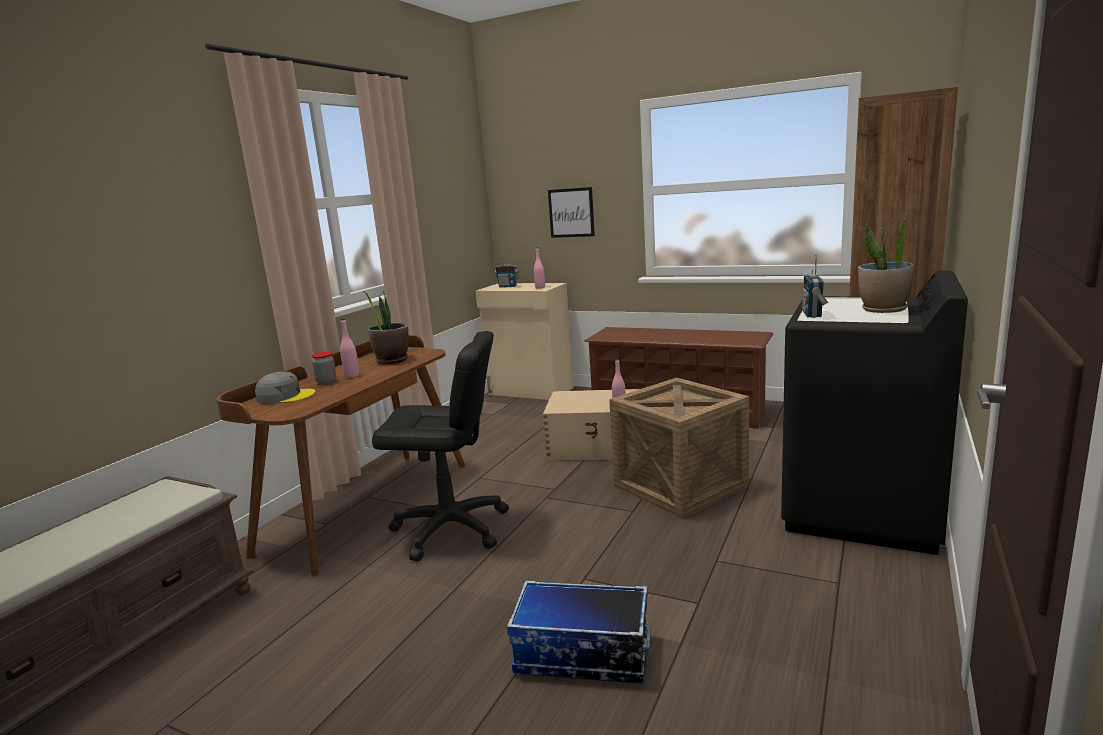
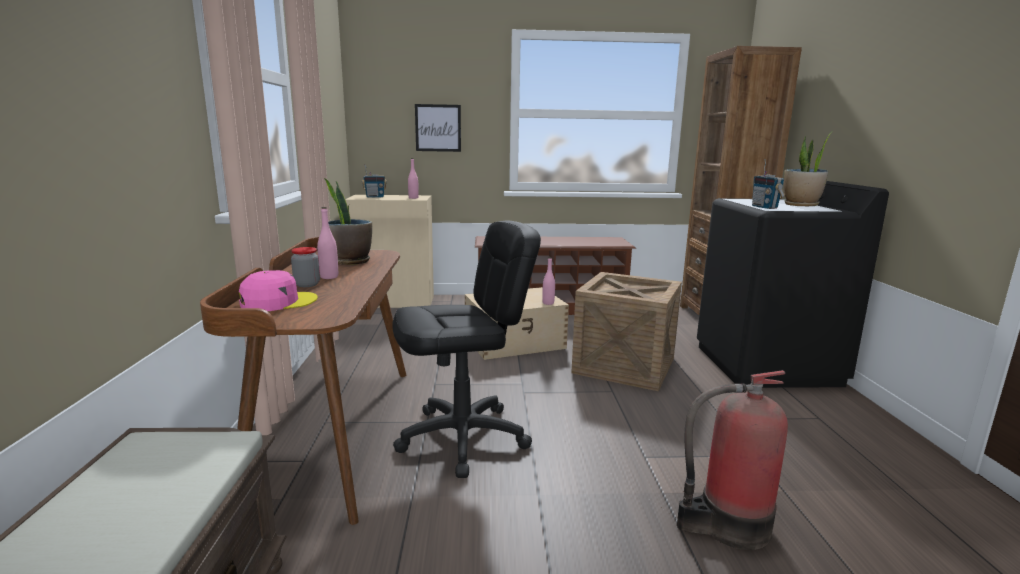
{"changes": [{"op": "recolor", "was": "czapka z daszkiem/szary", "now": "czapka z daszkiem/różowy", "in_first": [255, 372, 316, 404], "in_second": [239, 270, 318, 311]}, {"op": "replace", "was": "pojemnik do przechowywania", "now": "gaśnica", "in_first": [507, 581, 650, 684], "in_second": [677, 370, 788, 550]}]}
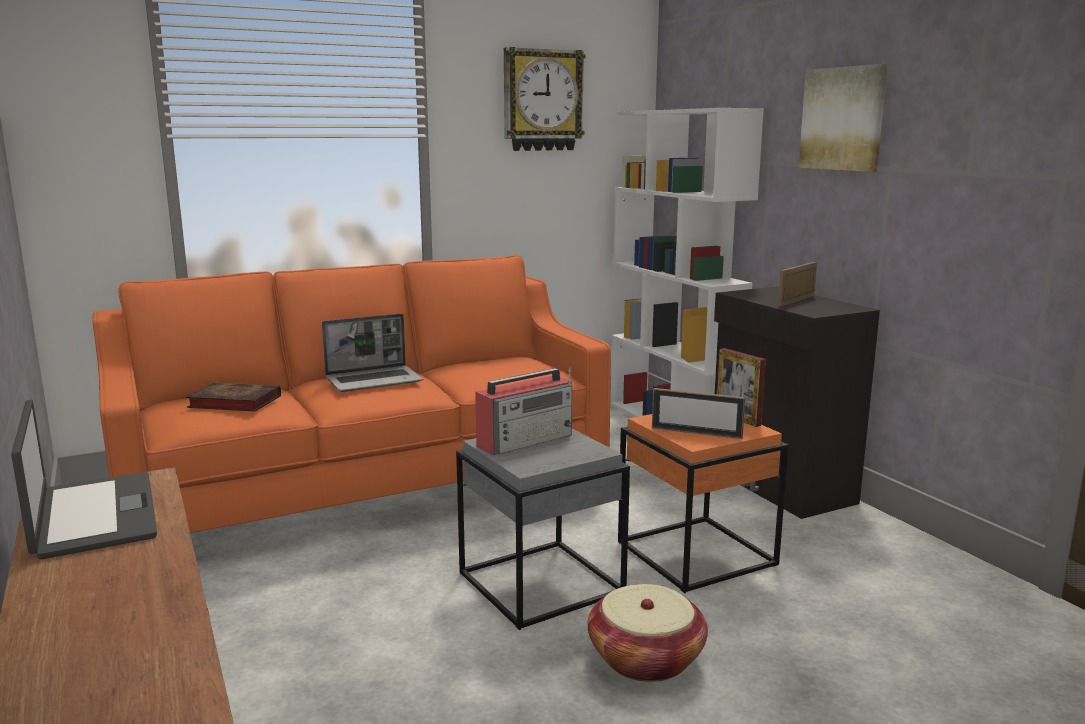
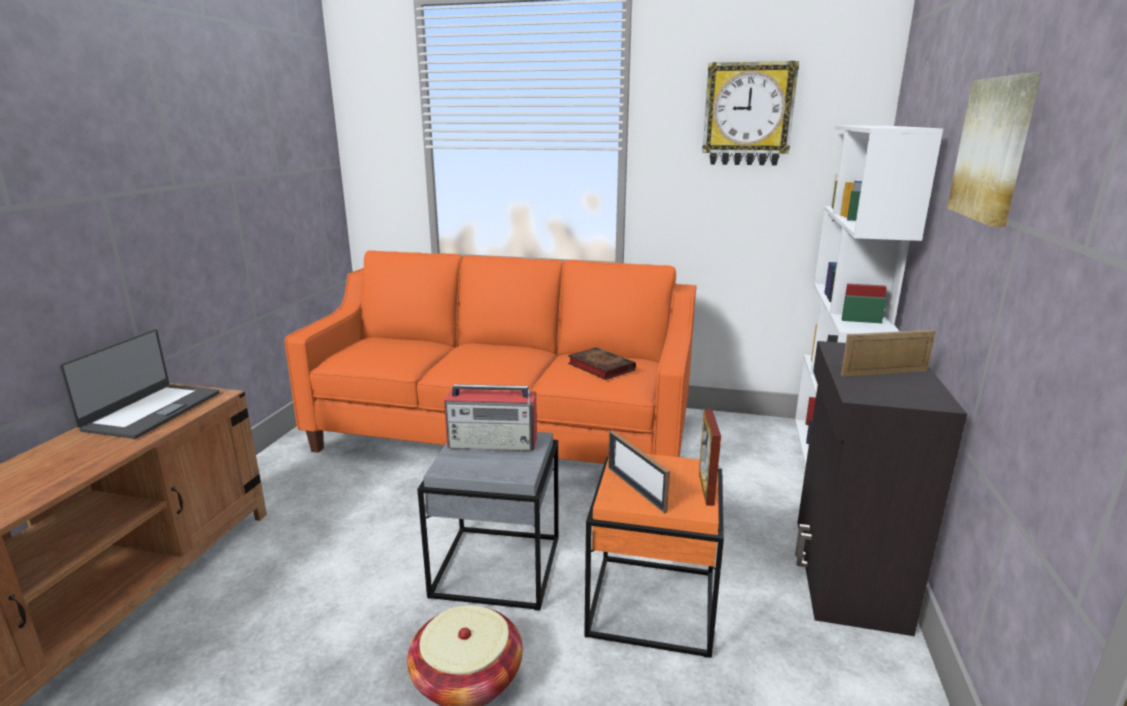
{"changes": [{"op": "move", "was": "książka", "in_first": [186, 383, 281, 412], "in_second": [568, 347, 636, 380]}, {"op": "delete", "was": "laptop", "in_first": [322, 314, 423, 392]}]}
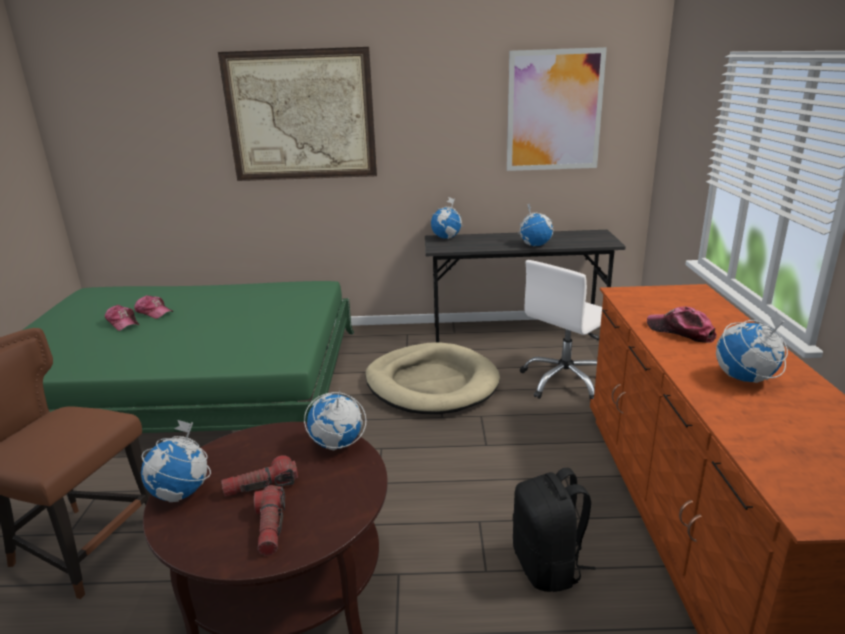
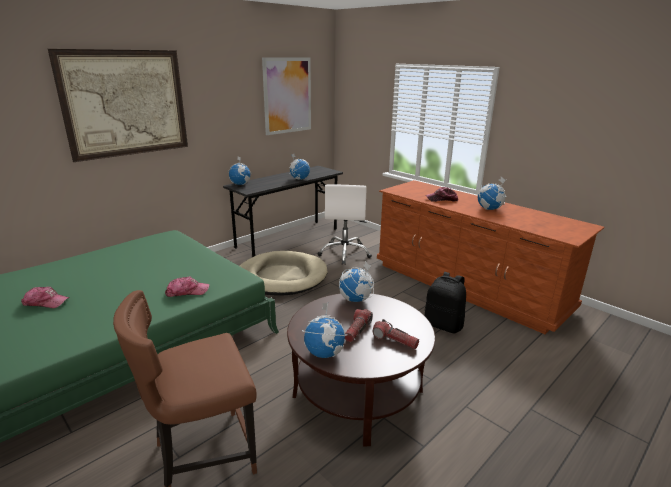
{"changes": [{"op": "move", "was": "czapka z daszkiem", "in_first": [134, 295, 174, 319], "in_second": [165, 276, 209, 297]}]}
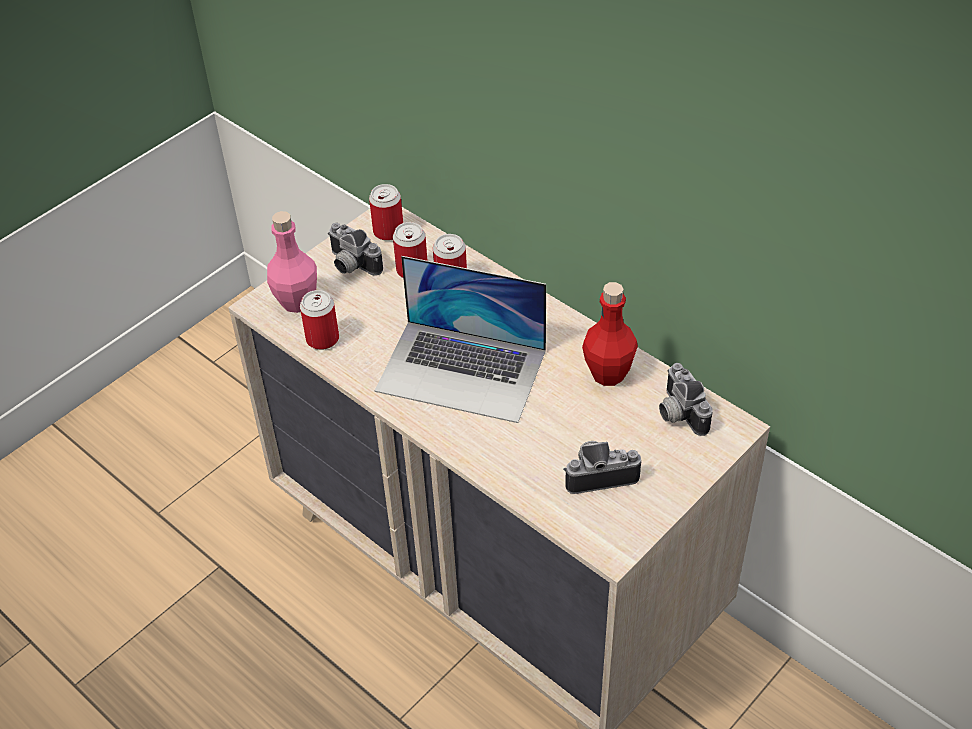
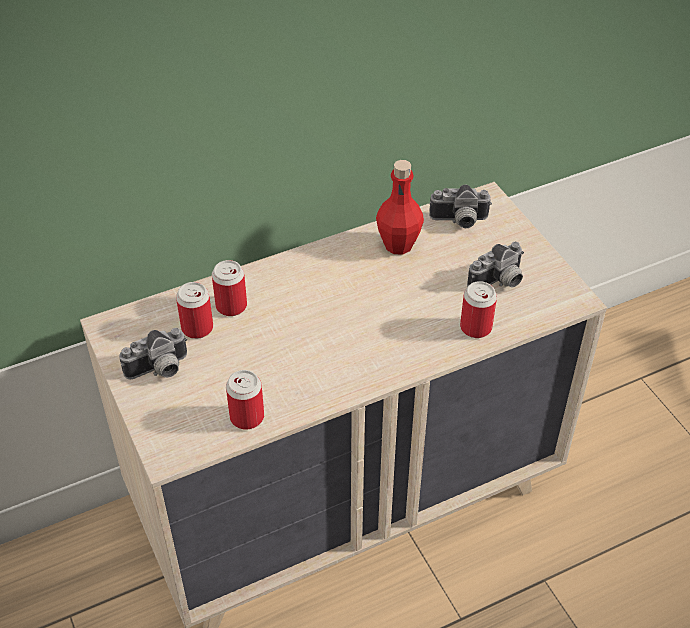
{"changes": [{"op": "delete", "was": "butelka/różowy", "in_first": [267, 211, 317, 313]}, {"op": "move", "was": "puszka", "in_first": [369, 184, 403, 241], "in_second": [460, 281, 497, 338]}, {"op": "delete", "was": "laptop", "in_first": [375, 256, 546, 423]}, {"op": "rotate", "was": "aparat fotograficzny", "in_first": [563, 441, 641, 494], "in_second": [467, 242, 524, 288], "clockwise": -135}]}
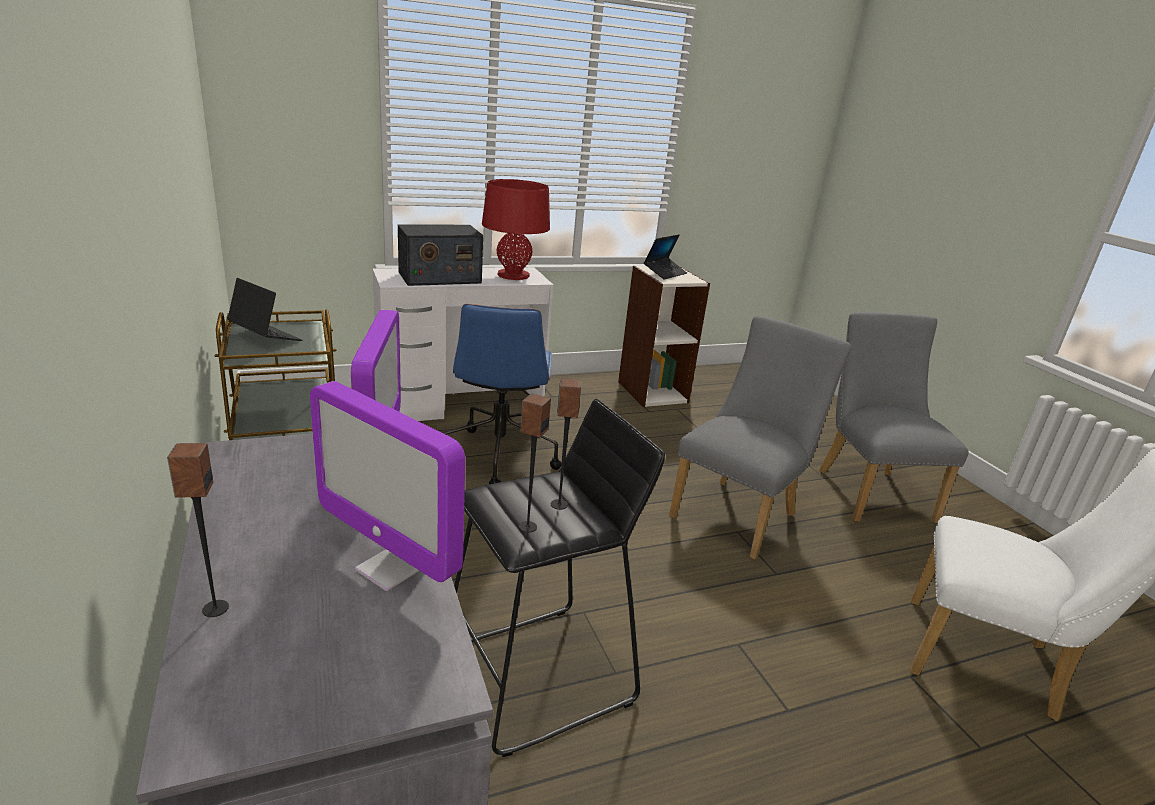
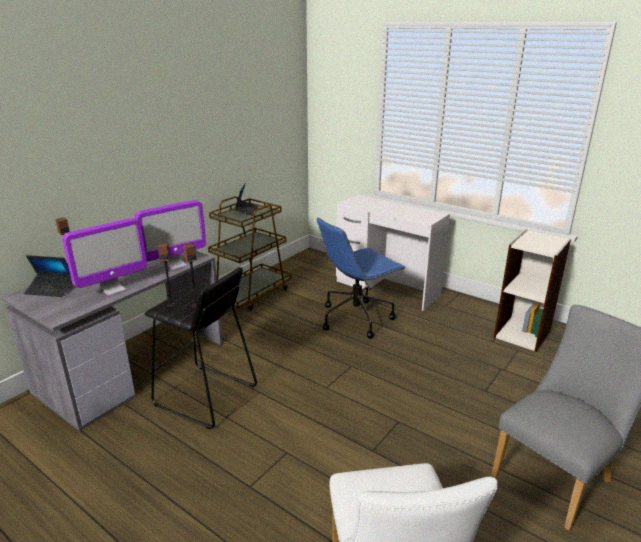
{"changes": [{"op": "rotate", "was": "monitor", "in_first": [310, 381, 465, 591], "in_second": [62, 218, 147, 296], "clockwise": -135}, {"op": "delete", "was": "radio", "in_first": [398, 224, 483, 286]}, {"op": "delete", "was": "lampa stołowa/czerwony", "in_first": [482, 179, 550, 280]}, {"op": "move", "was": "laptop", "in_first": [644, 234, 687, 280], "in_second": [24, 255, 72, 297]}, {"op": "delete", "was": "krzesło/szary", "in_first": [669, 316, 851, 559]}]}
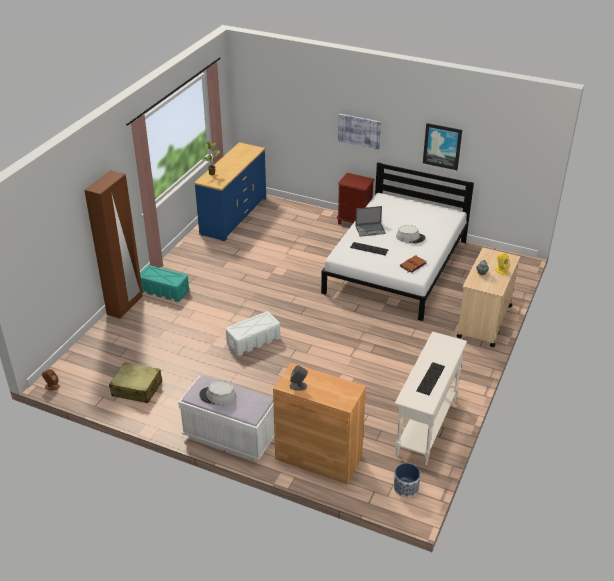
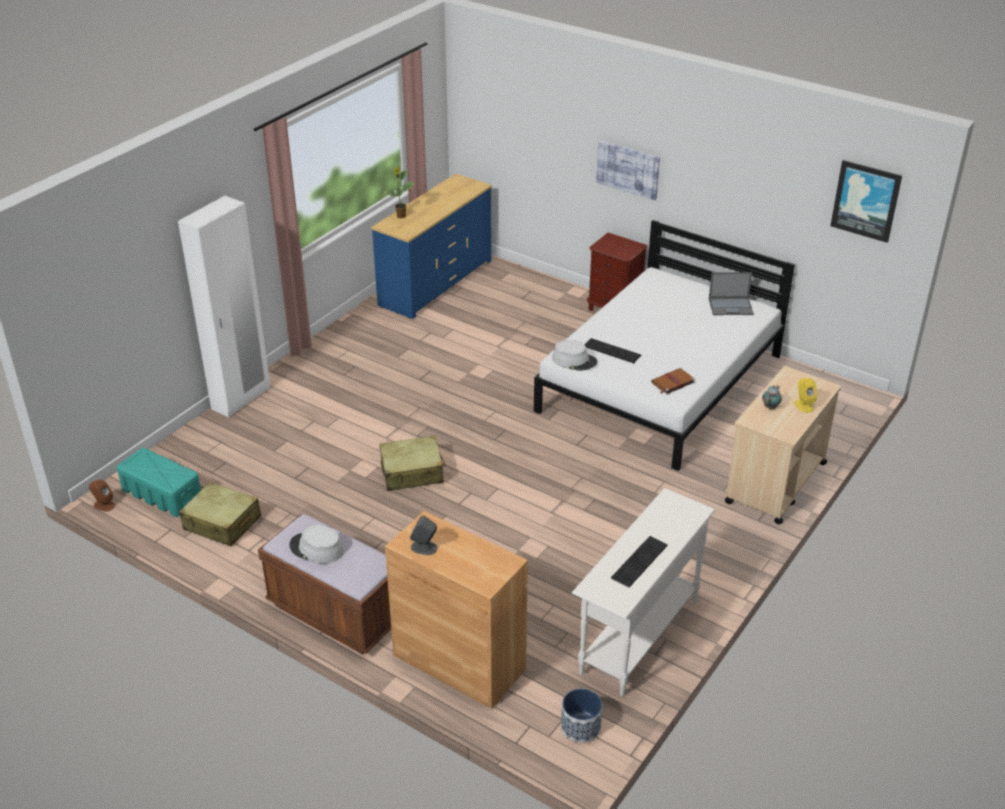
{"changes": [{"op": "recolor", "was": "szafa/brązowy", "now": "szafa/biały", "in_first": [84, 170, 143, 319], "in_second": [178, 196, 270, 418]}, {"op": "move", "was": "pojemnik do przechowywania/turkusowy", "in_first": [140, 265, 189, 302], "in_second": [117, 448, 201, 517]}, {"op": "recolor", "was": "ławka/biały", "now": "ławka/brązowy", "in_first": [178, 375, 275, 461], "in_second": [258, 514, 391, 654]}, {"op": "replace", "was": "pojemnik do przechowywania/biały", "now": "walizka/beżowy", "in_first": [226, 311, 280, 356], "in_second": [380, 435, 446, 491]}, {"op": "move", "was": "laptop", "in_first": [355, 206, 386, 237], "in_second": [709, 272, 754, 315]}, {"op": "move", "was": "kapelusz/szary", "in_first": [396, 225, 425, 243], "in_second": [552, 340, 597, 371]}, {"op": "move", "was": "obraz", "in_first": [423, 123, 462, 170], "in_second": [830, 160, 902, 243]}]}
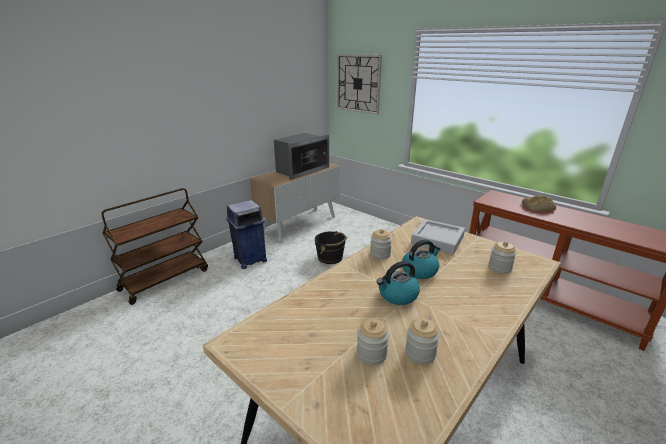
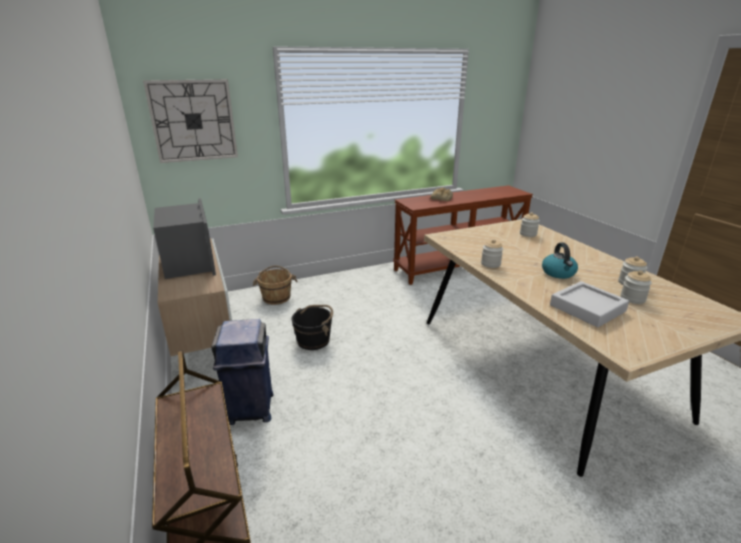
{"changes": [{"op": "delete", "was": "czajnik", "in_first": [402, 239, 441, 279]}, {"op": "move", "was": "taca/szary", "in_first": [411, 219, 465, 255], "in_second": [550, 281, 629, 327]}, {"op": "insert", "now": "wiadro/brązowy", "in_second": [253, 265, 298, 304]}]}
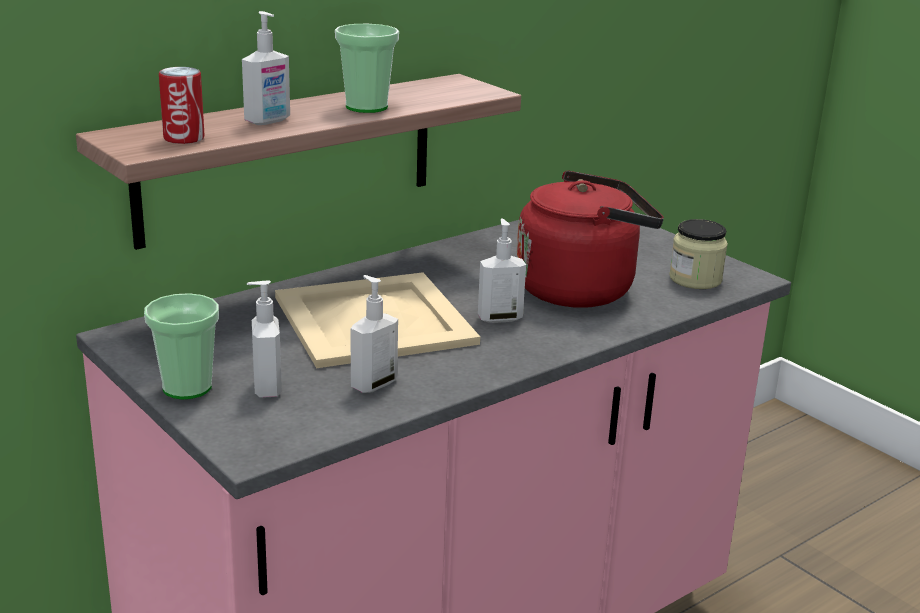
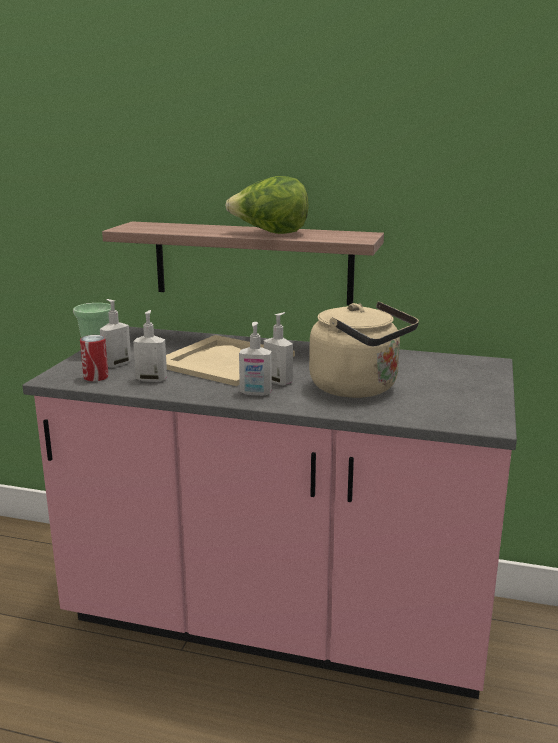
{"changes": [{"op": "move", "was": "puszka", "in_first": [159, 67, 205, 144], "in_second": [80, 335, 109, 381]}, {"op": "move", "was": "dozownik mydła", "in_first": [242, 11, 290, 125], "in_second": [239, 322, 272, 396]}, {"op": "replace", "was": "filiżanka", "now": "sałata", "in_first": [335, 24, 399, 113], "in_second": [225, 176, 309, 234]}, {"op": "recolor", "was": "czajnik/czerwony", "now": "czajnik/beżowy", "in_first": [516, 171, 664, 308], "in_second": [309, 302, 419, 398]}, {"op": "delete", "was": "słoik", "in_first": [669, 219, 728, 289]}]}
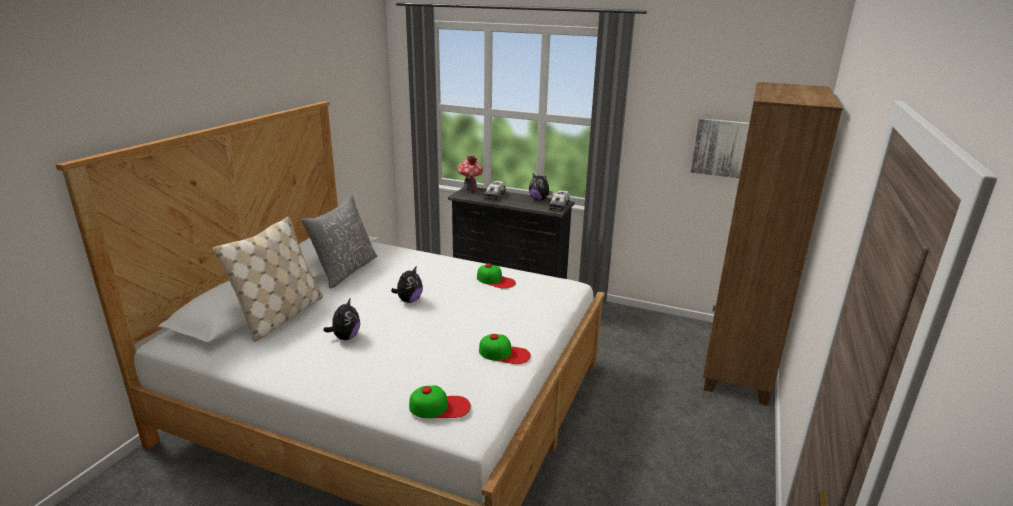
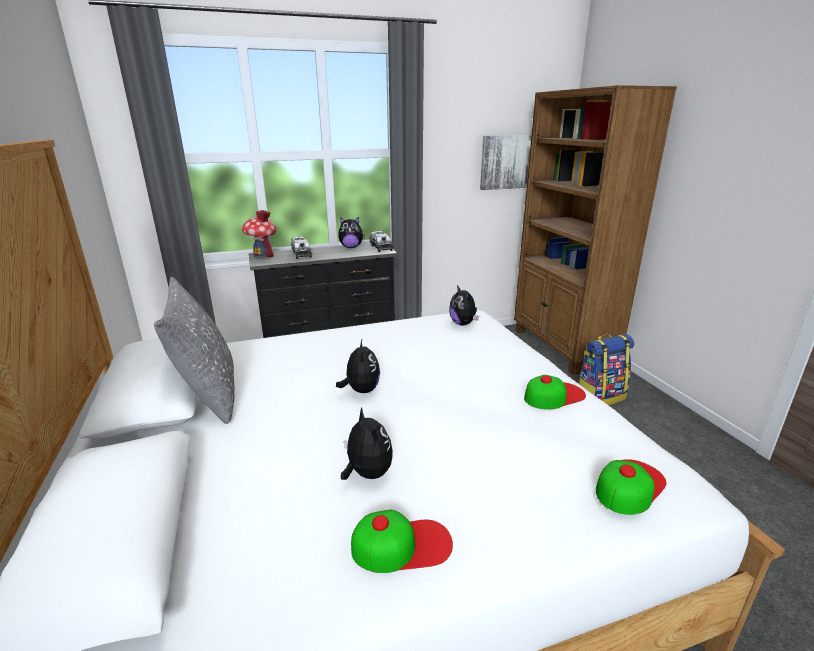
{"changes": [{"op": "delete", "was": "poduszka/beżowy", "in_first": [213, 217, 323, 342]}, {"op": "move", "was": "czapka z daszkiem", "in_first": [477, 264, 516, 289], "in_second": [351, 509, 453, 573]}, {"op": "insert", "now": "pluszak", "in_second": [449, 285, 479, 326]}, {"op": "insert", "now": "plecak", "in_second": [579, 334, 634, 405]}]}
